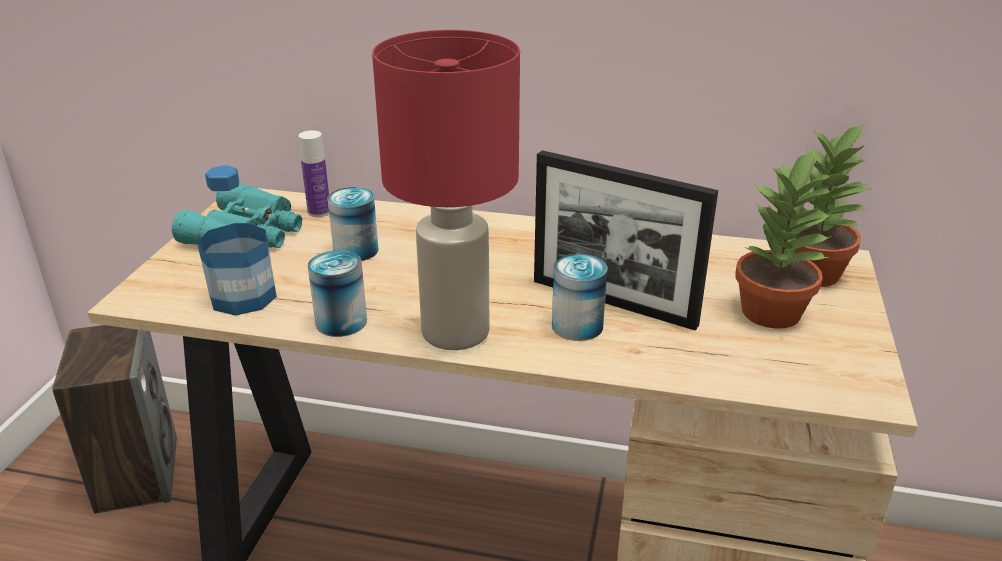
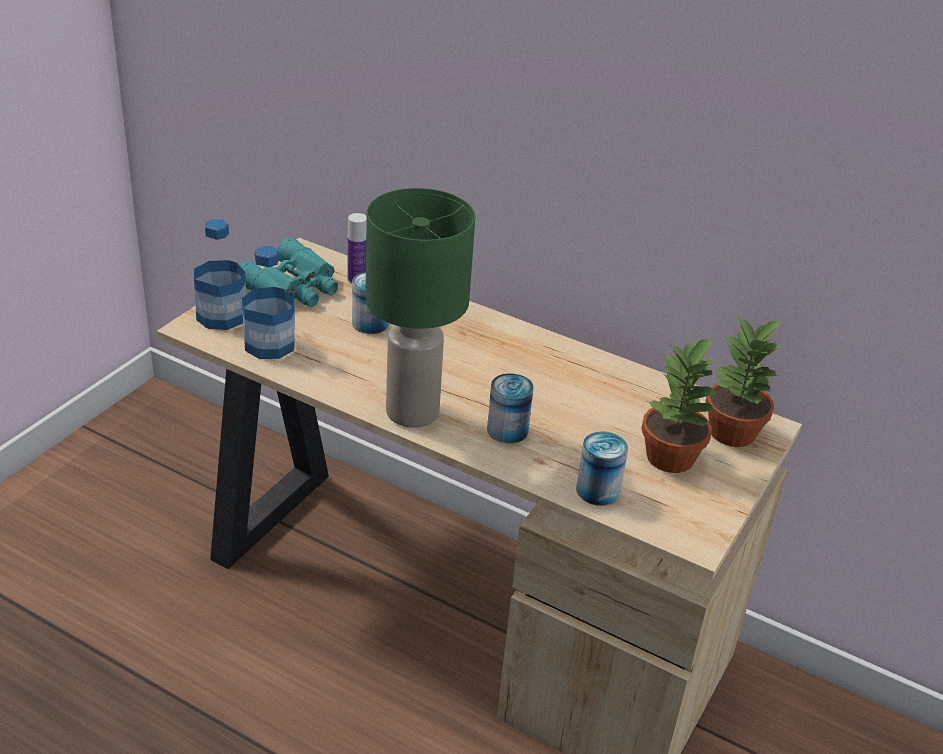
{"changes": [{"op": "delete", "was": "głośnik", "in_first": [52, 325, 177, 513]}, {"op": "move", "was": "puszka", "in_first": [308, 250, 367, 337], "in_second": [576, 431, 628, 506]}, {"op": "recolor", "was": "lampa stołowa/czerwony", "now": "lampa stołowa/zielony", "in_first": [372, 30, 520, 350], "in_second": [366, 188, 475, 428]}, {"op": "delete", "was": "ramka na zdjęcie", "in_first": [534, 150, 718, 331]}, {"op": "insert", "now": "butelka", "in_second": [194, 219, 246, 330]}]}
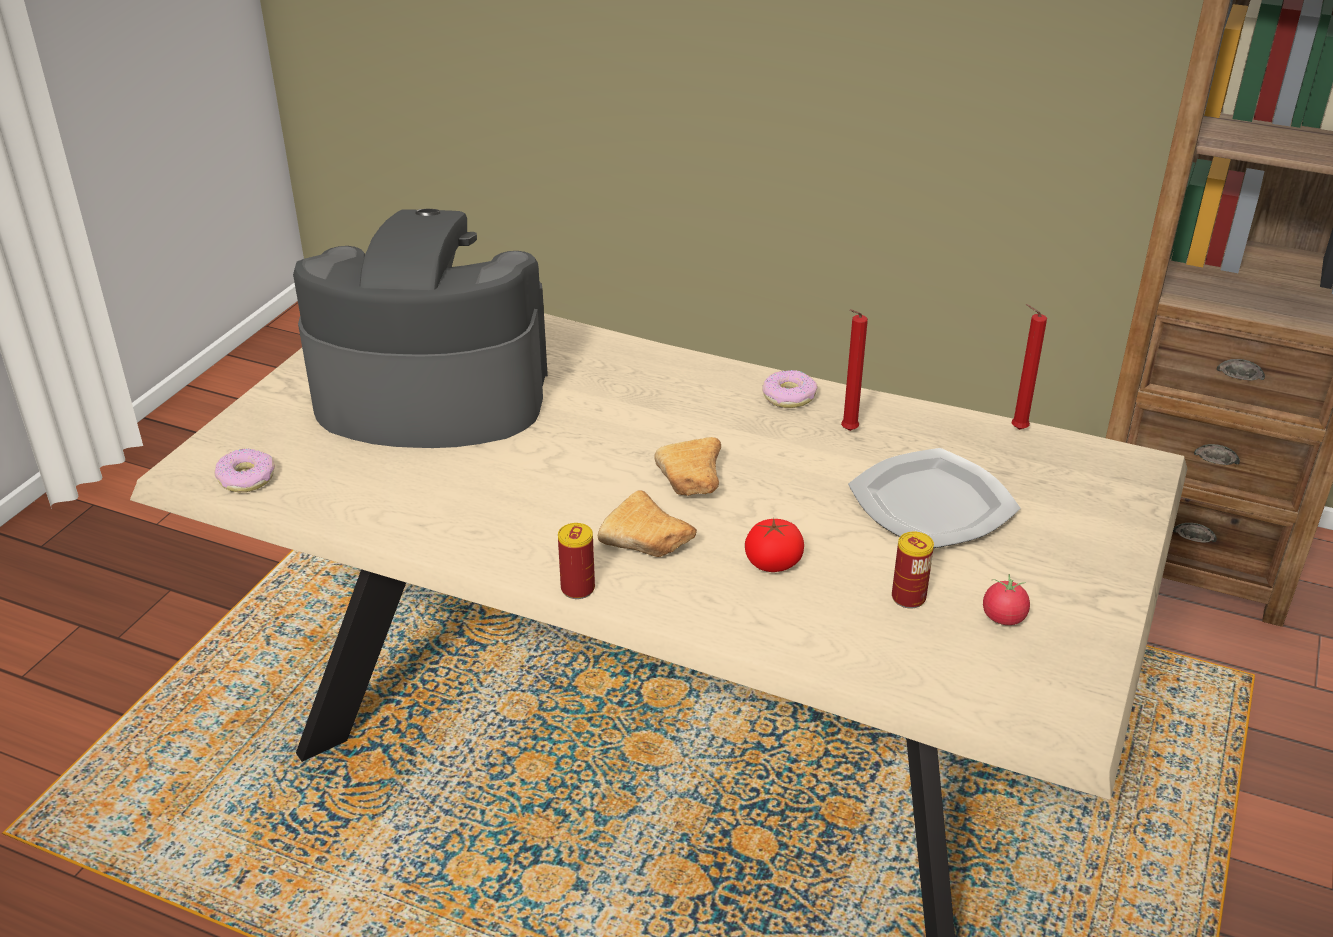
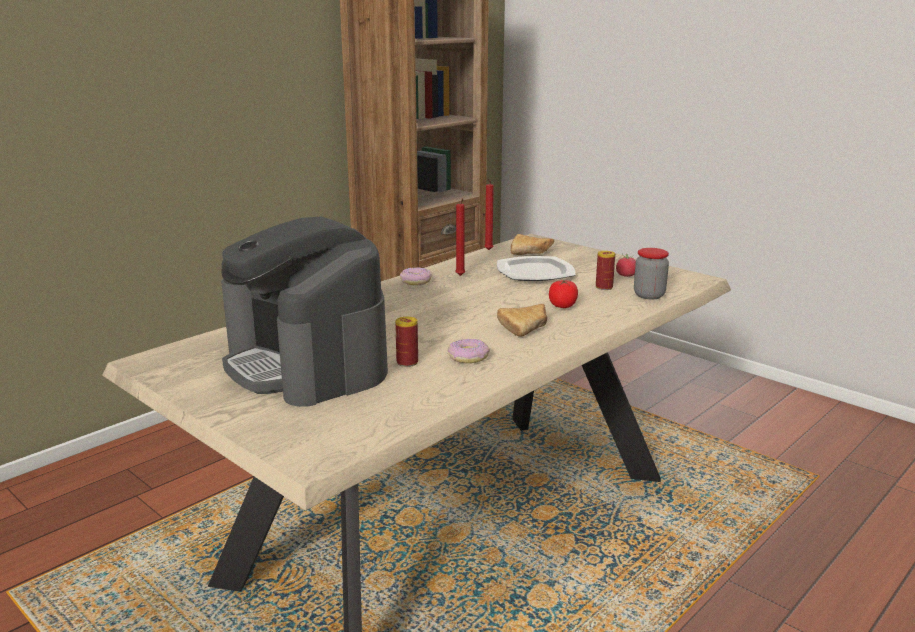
{"changes": [{"op": "move", "was": "donut", "in_first": [214, 448, 275, 492], "in_second": [448, 339, 490, 363]}, {"op": "rotate", "was": "ekspres do kawy", "in_first": [293, 209, 548, 448], "in_second": [221, 216, 388, 407], "clockwise": -60}, {"op": "move", "was": "puszka", "in_first": [558, 523, 595, 599], "in_second": [395, 317, 418, 367]}, {"op": "move", "was": "chleb", "in_first": [654, 437, 721, 496], "in_second": [511, 234, 554, 255]}, {"op": "insert", "now": "słoik", "in_second": [634, 248, 669, 300]}]}
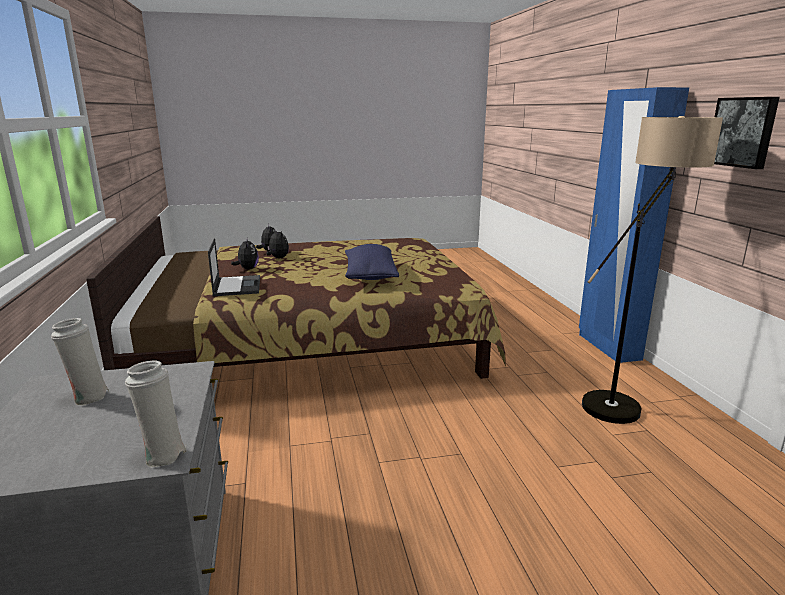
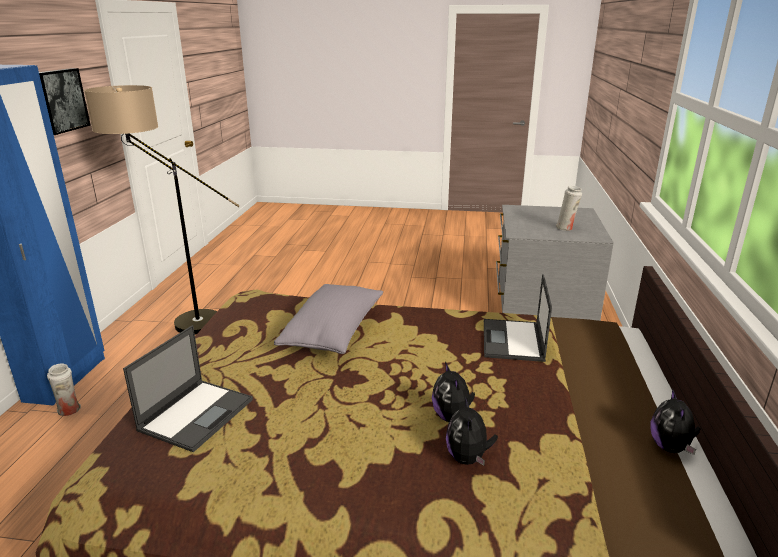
{"changes": [{"op": "move", "was": "wazon/biały", "in_first": [125, 360, 187, 468], "in_second": [47, 363, 81, 416]}, {"op": "move", "was": "pluszak", "in_first": [231, 237, 259, 270], "in_second": [651, 388, 700, 455]}, {"op": "recolor", "was": "poduszka/niebieski", "now": "poduszka/szary", "in_first": [345, 244, 399, 280], "in_second": [274, 284, 383, 354]}, {"op": "insert", "now": "laptop", "in_second": [123, 325, 253, 452]}]}
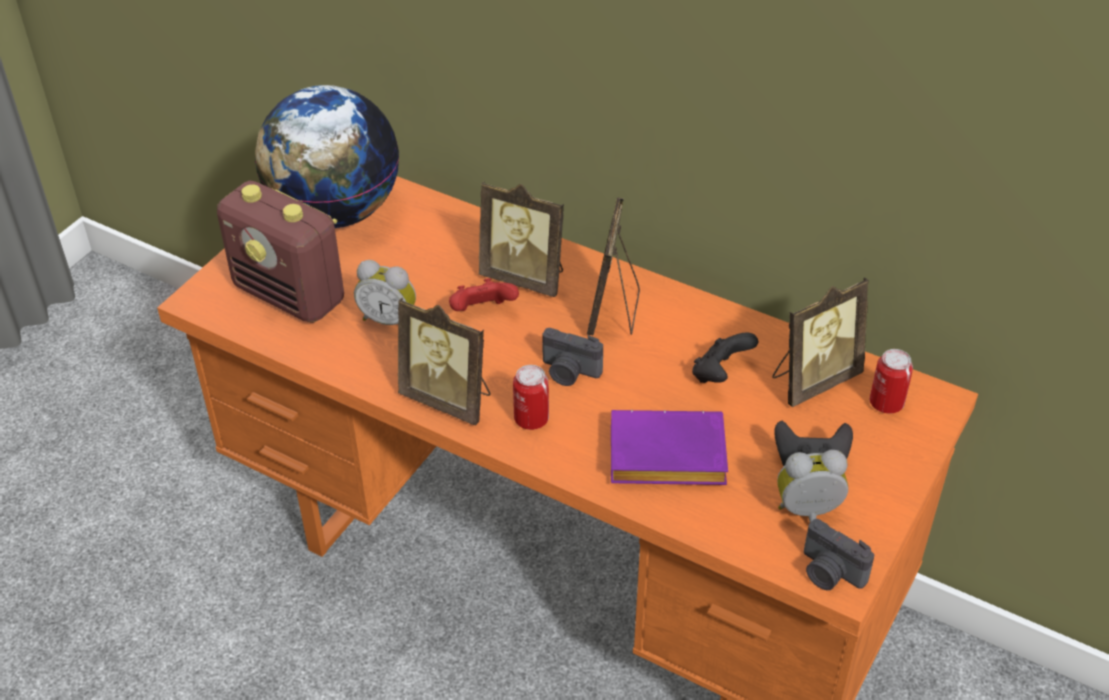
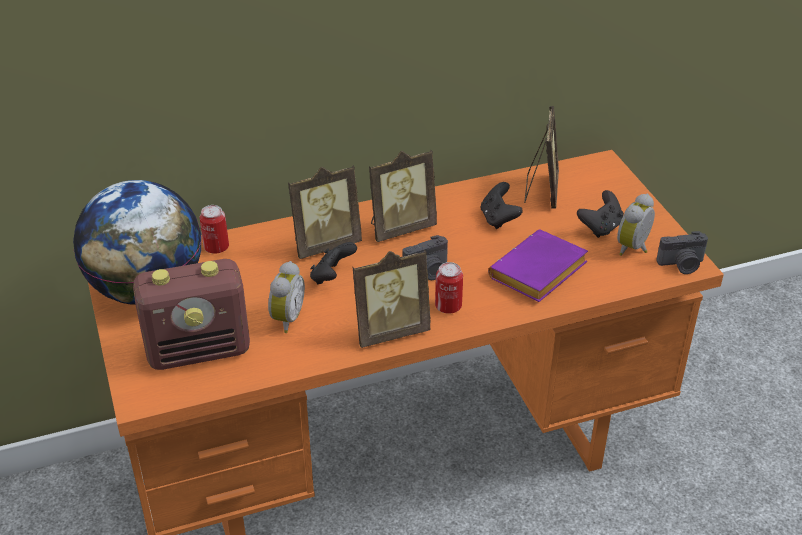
{"changes": [{"op": "rotate", "was": "budzik", "in_first": [354, 260, 416, 325], "in_second": [268, 261, 305, 333], "clockwise": -45}, {"op": "recolor", "was": "pad do gier/czerwony", "now": "pad do gier/czarny", "in_first": [449, 278, 519, 311], "in_second": [310, 242, 357, 284]}, {"op": "rotate", "was": "ramka na zdjęcie", "in_first": [587, 197, 640, 335], "in_second": [369, 150, 437, 242], "clockwise": -75}, {"op": "move", "was": "puszka", "in_first": [870, 349, 913, 414], "in_second": [200, 205, 229, 254]}]}
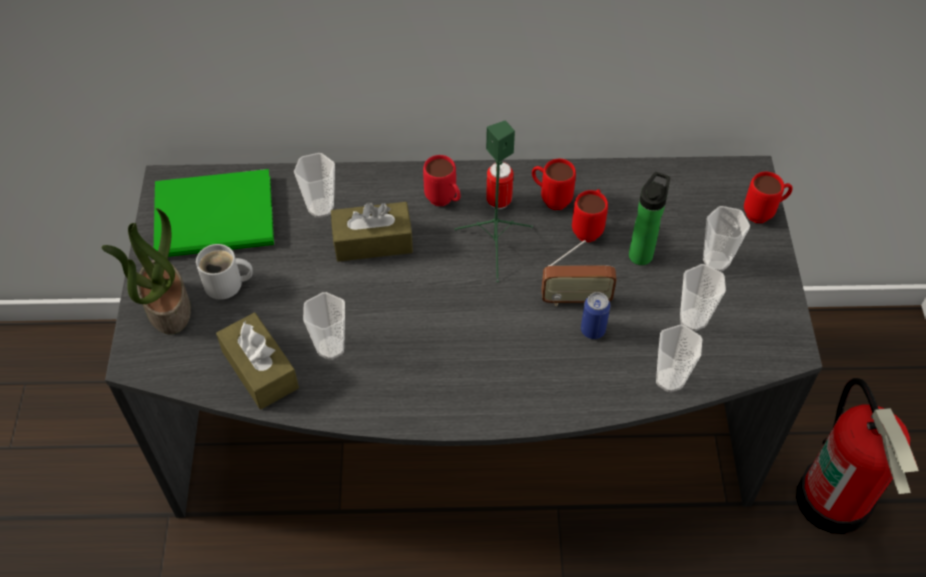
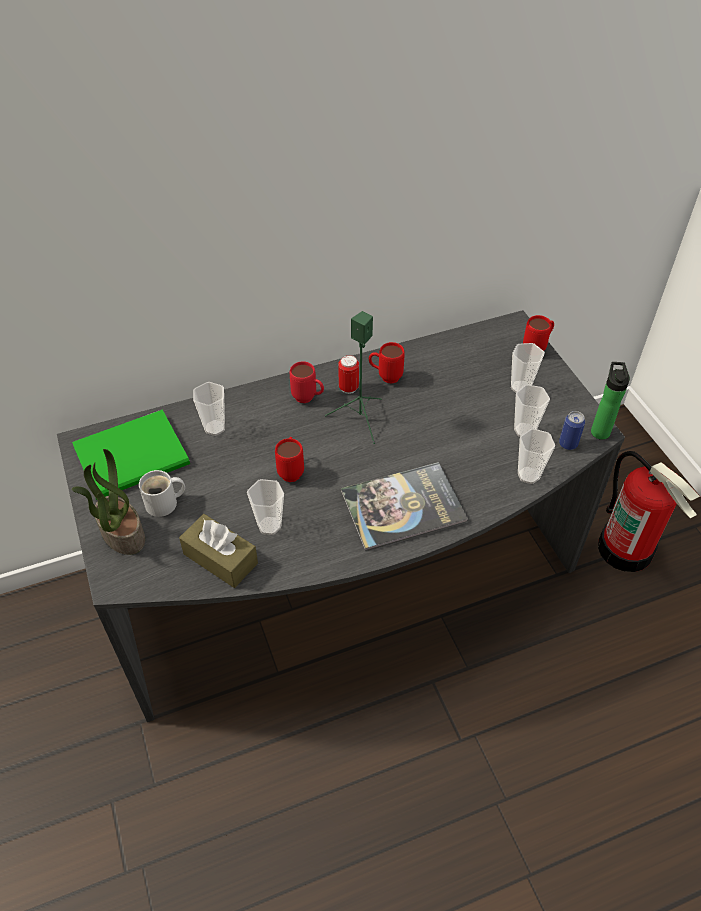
{"changes": [{"op": "delete", "was": "pudełko chusteczek/brązowy", "in_first": [331, 202, 413, 262]}, {"op": "delete", "was": "radio", "in_first": [542, 240, 617, 306]}, {"op": "move", "was": "kubek/czerwony", "in_first": [572, 189, 608, 242], "in_second": [275, 437, 304, 482]}, {"op": "move", "was": "puszka", "in_first": [581, 292, 610, 339], "in_second": [559, 411, 585, 450]}, {"op": "move", "was": "butelka", "in_first": [629, 172, 670, 265], "in_second": [591, 362, 630, 440]}, {"op": "insert", "now": "książka", "in_second": [341, 462, 468, 551]}]}
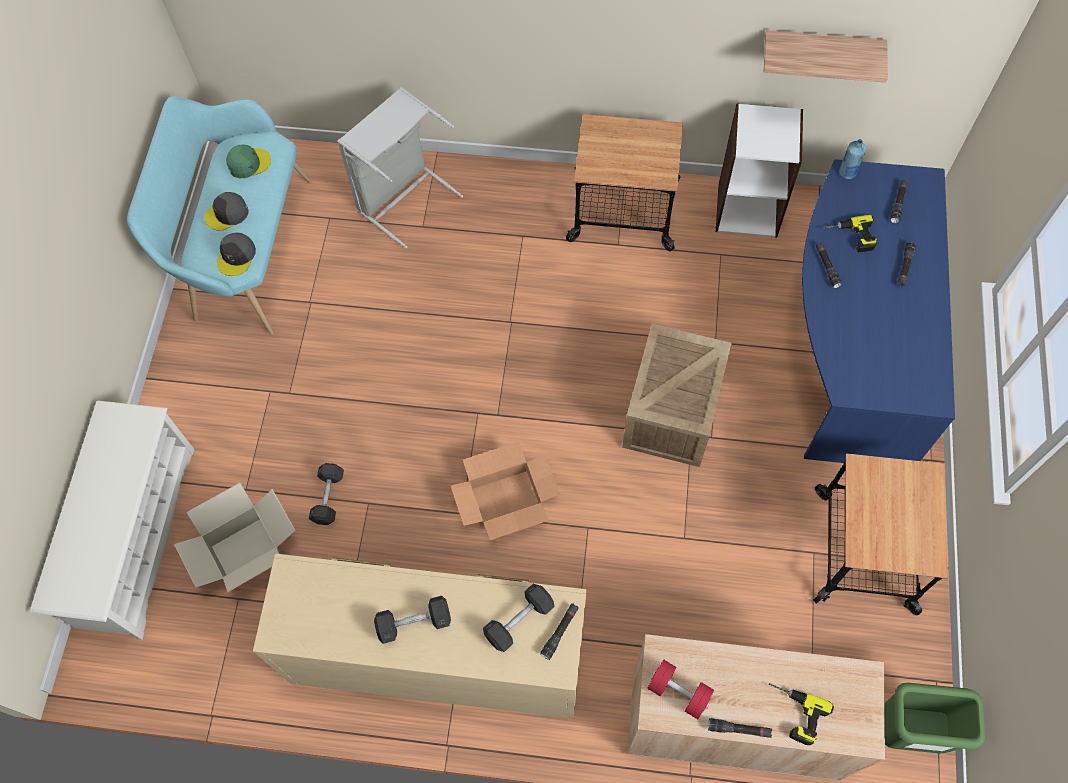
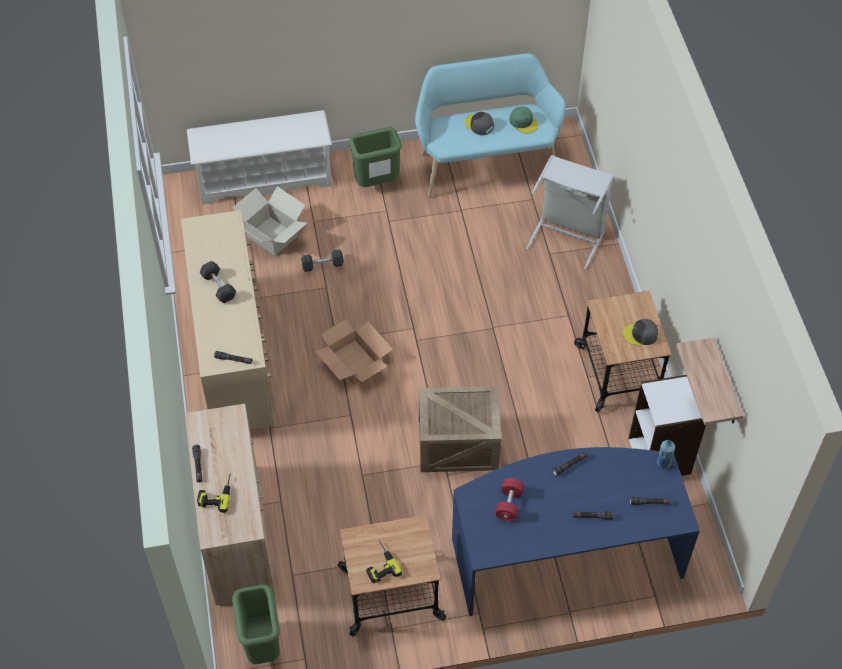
{"changes": [{"op": "move", "was": "czapka z daszkiem/szary", "in_first": [217, 232, 256, 276], "in_second": [623, 319, 658, 345]}, {"op": "delete", "was": "hantel/szary", "in_first": [483, 584, 555, 652]}, {"op": "move", "was": "hantel/czerwony", "in_first": [647, 660, 714, 719], "in_second": [495, 478, 524, 521]}, {"op": "move", "was": "wiertarka", "in_first": [822, 215, 877, 253], "in_second": [366, 540, 402, 583]}, {"op": "insert", "now": "kosz na śmieci/zielony", "in_second": [349, 127, 402, 187]}]}
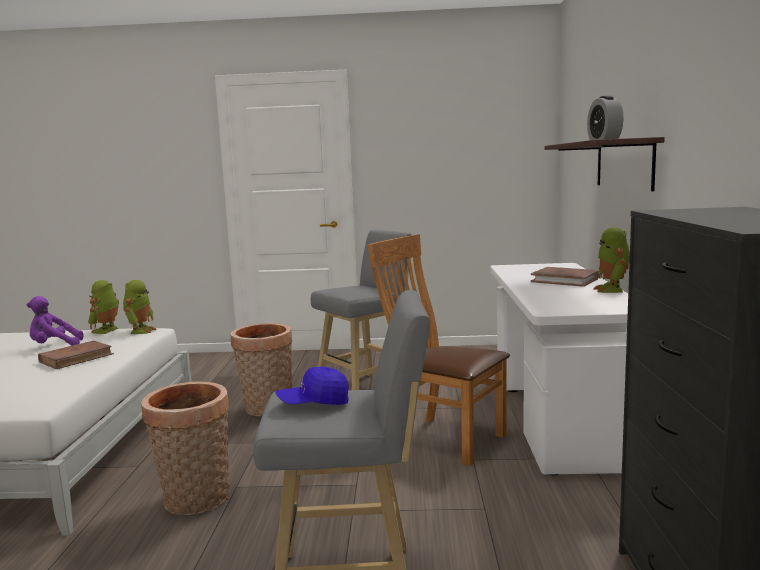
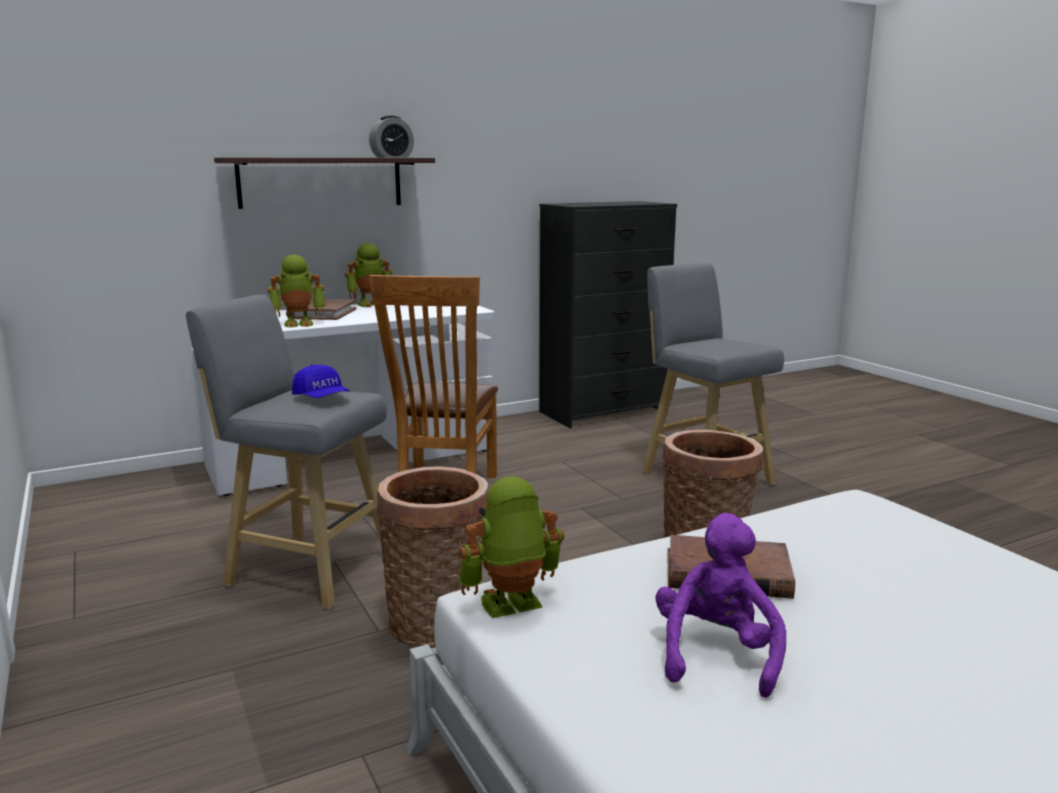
{"changes": [{"op": "rotate", "was": "pluszak/fioletowy", "in_first": [27, 296, 83, 346], "in_second": [656, 513, 786, 698], "clockwise": -120}, {"op": "move", "was": "robot zabawkowy", "in_first": [88, 280, 119, 334], "in_second": [268, 255, 325, 328]}, {"op": "move", "was": "czapka z daszkiem/niebieski", "in_first": [276, 367, 349, 405], "in_second": [292, 364, 350, 398]}]}
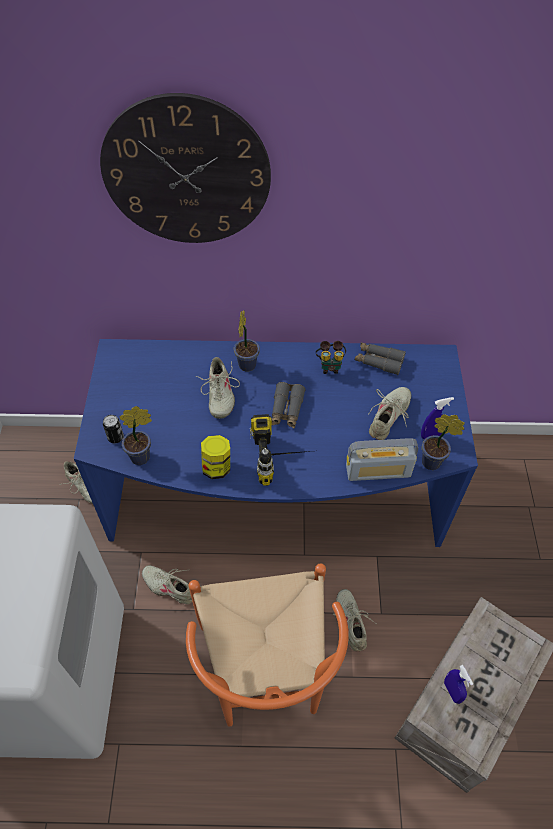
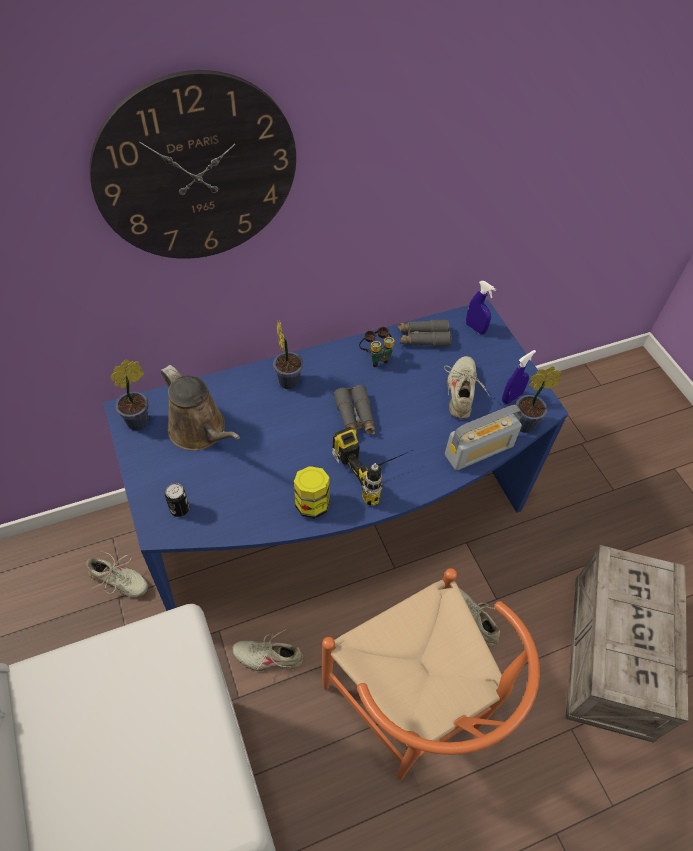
{"changes": [{"op": "move", "was": "roślina doniczkowa", "in_first": [119, 406, 152, 465], "in_second": [110, 360, 148, 431]}, {"op": "delete", "was": "but/beżowy", "in_first": [196, 357, 240, 419]}, {"op": "move", "was": "spryskiwacz/niebieski", "in_first": [444, 665, 473, 704], "in_second": [466, 281, 496, 334]}, {"op": "insert", "now": "konewka/brązowy", "in_second": [161, 365, 240, 451]}]}
